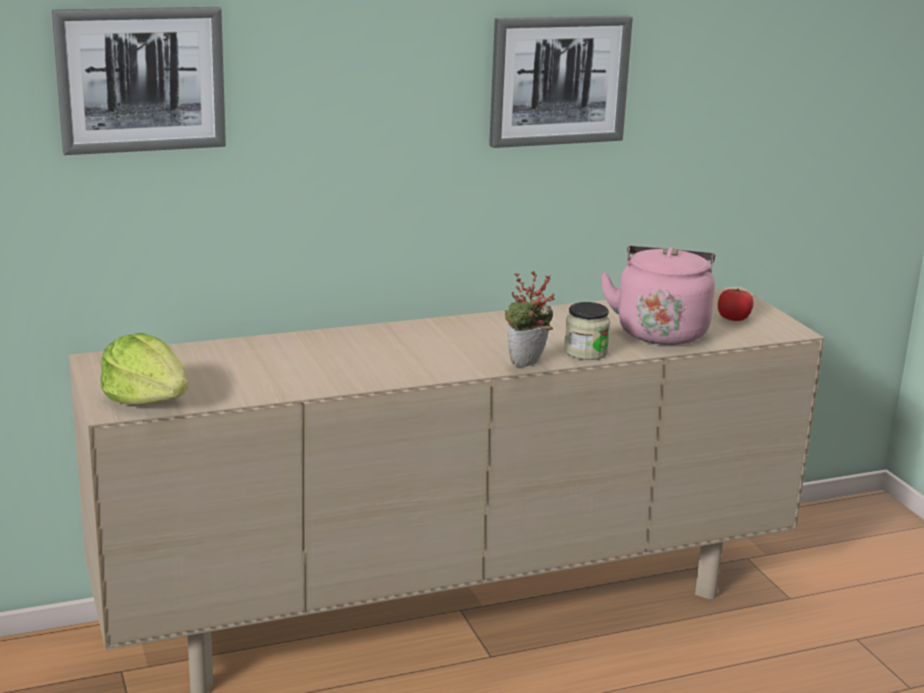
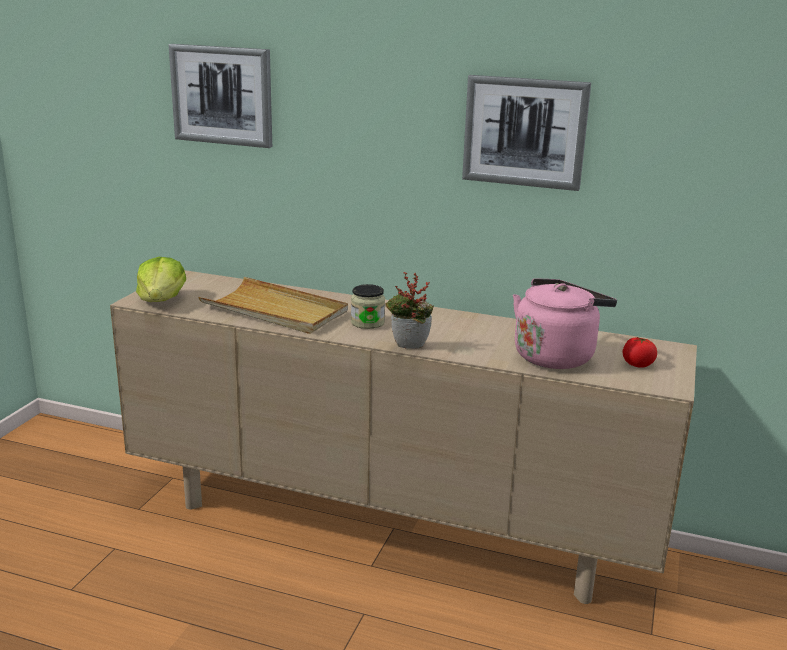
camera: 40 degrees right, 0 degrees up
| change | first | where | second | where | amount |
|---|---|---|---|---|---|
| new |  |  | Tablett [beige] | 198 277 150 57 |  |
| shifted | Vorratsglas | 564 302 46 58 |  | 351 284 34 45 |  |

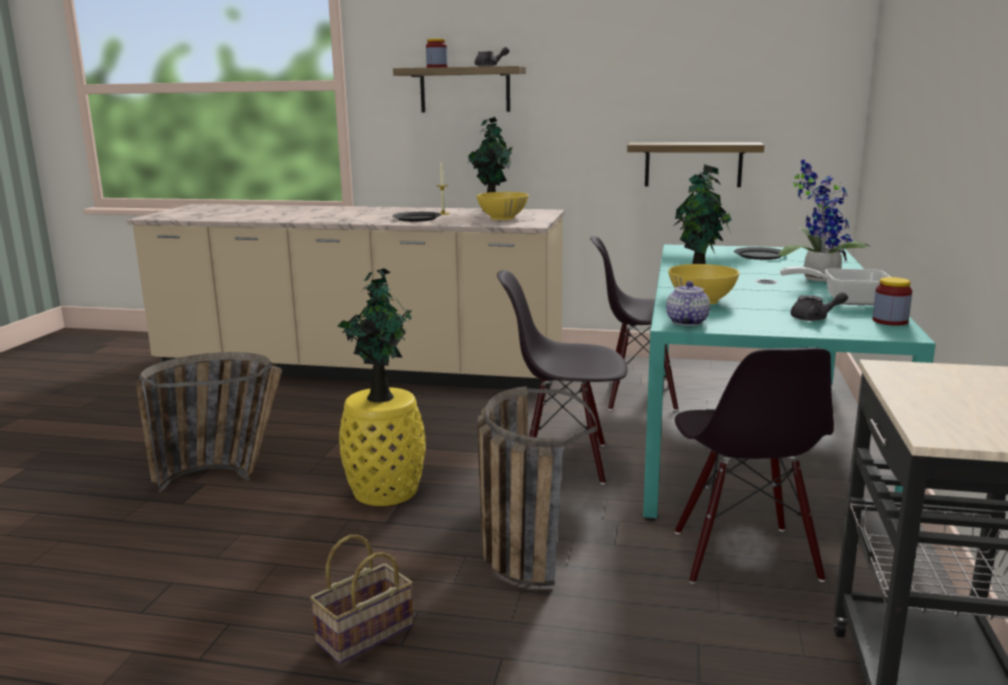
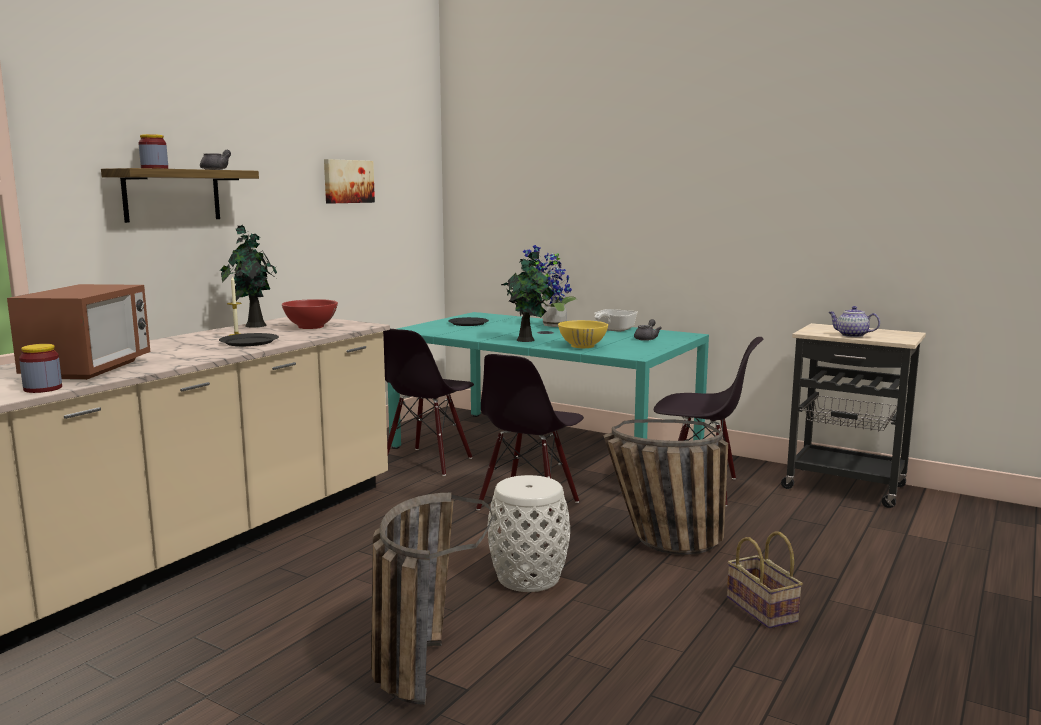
camera: 70 degrees left, 5 degrees down
| change | first | where | second | where | amount |
|---|---|---|---|---|---|
| gone | Topfpflanze | 337 268 75 135 |  |  |  |
| gone | Wandregal | 627 142 137 45 |  |  |  |
| new |  |  | Mikrowelle | 7 284 143 96 |  |
| new |  |  | Bild | 324 159 51 44 |  |
| shifted | Teekanne | 666 281 44 45 |  | 828 306 52 31 |  |
| shifted | Vorratsglas | 872 277 40 49 |  | 19 344 43 49 |  |
| repainted | Hocker [gelb] | 339 387 87 119 | Hocker [weiß] | 488 475 82 117 |  |
| repainted | Schüssel [gelb] | 477 192 51 28 | Schüssel [rot] | 282 299 56 30 |  |

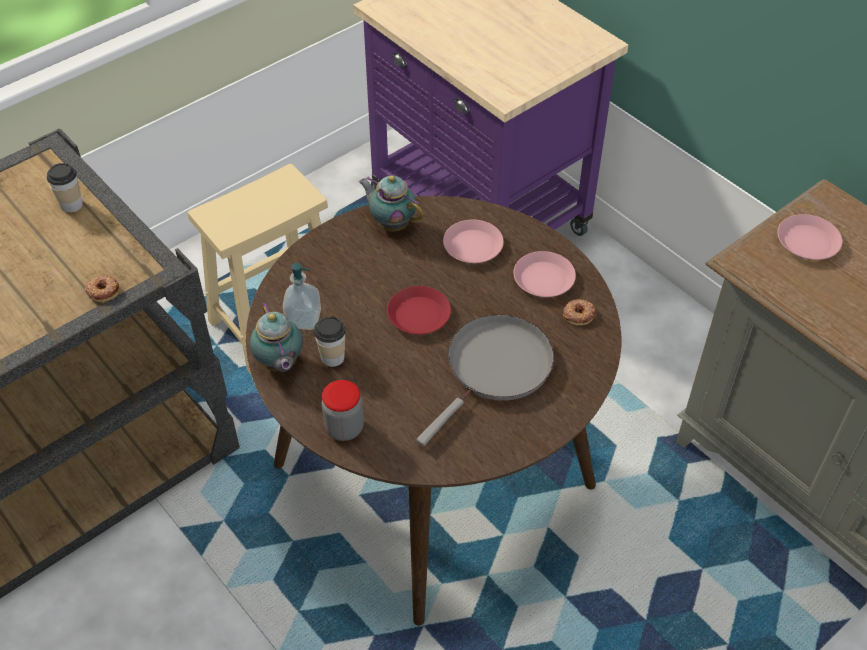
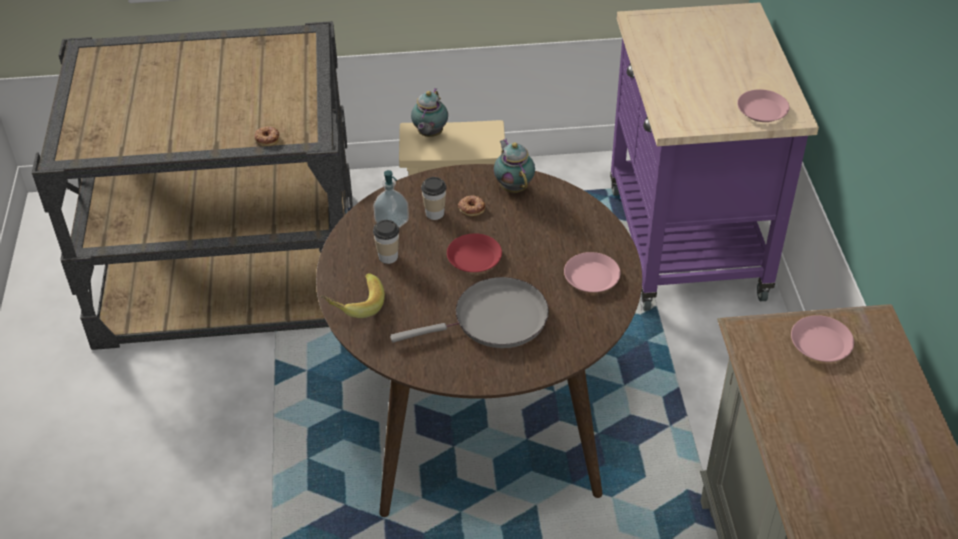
camera: 35 degrees right, 5 degrees down
| change | first | where | second | where | amount |
|---|---|---|---|---|---|
| shifted | Tasse | 47 163 36 50 |  | 421 177 25 43 |  |
| shifted | Teekanne | 250 302 53 70 |  | 411 88 37 49 |  |
| shifted | Teller [rosa] | 443 220 61 43 |  | 737 89 52 33 |  |
| shifted | Donut | 563 299 33 27 |  | 458 196 27 20 |  |
| swapped | Vorratsglas | 322 380 42 61 | Banane | 321 273 64 45 |  |

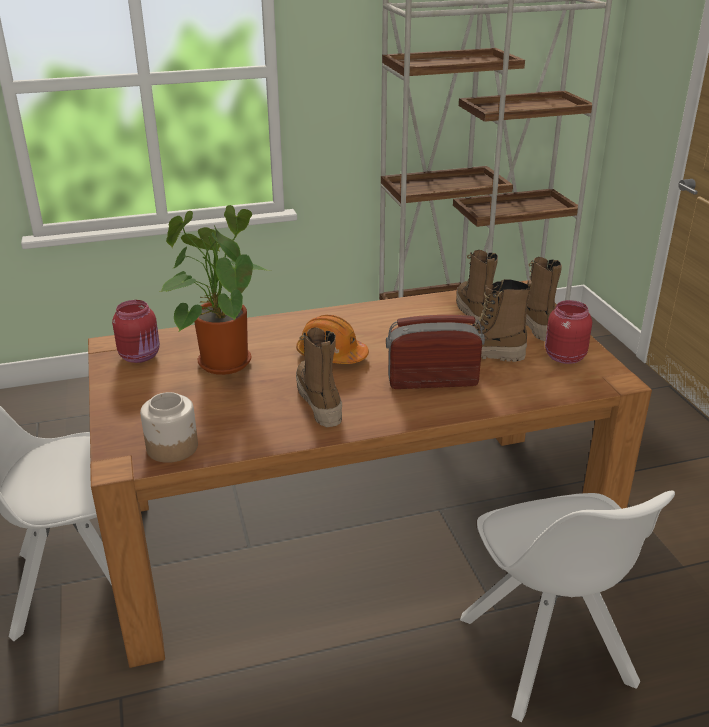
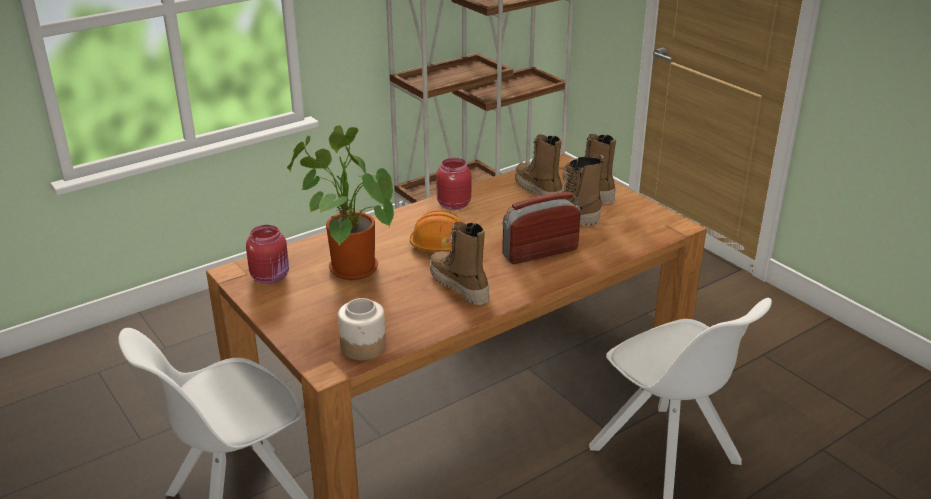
camera: 20 degrees left, 0 degrees up
| change | first | where | second | where | amount |
|---|---|---|---|---|---|
| shifted | Vorratsglas [rot] | 545 300 47 64 |  | 436 158 35 52 |  |

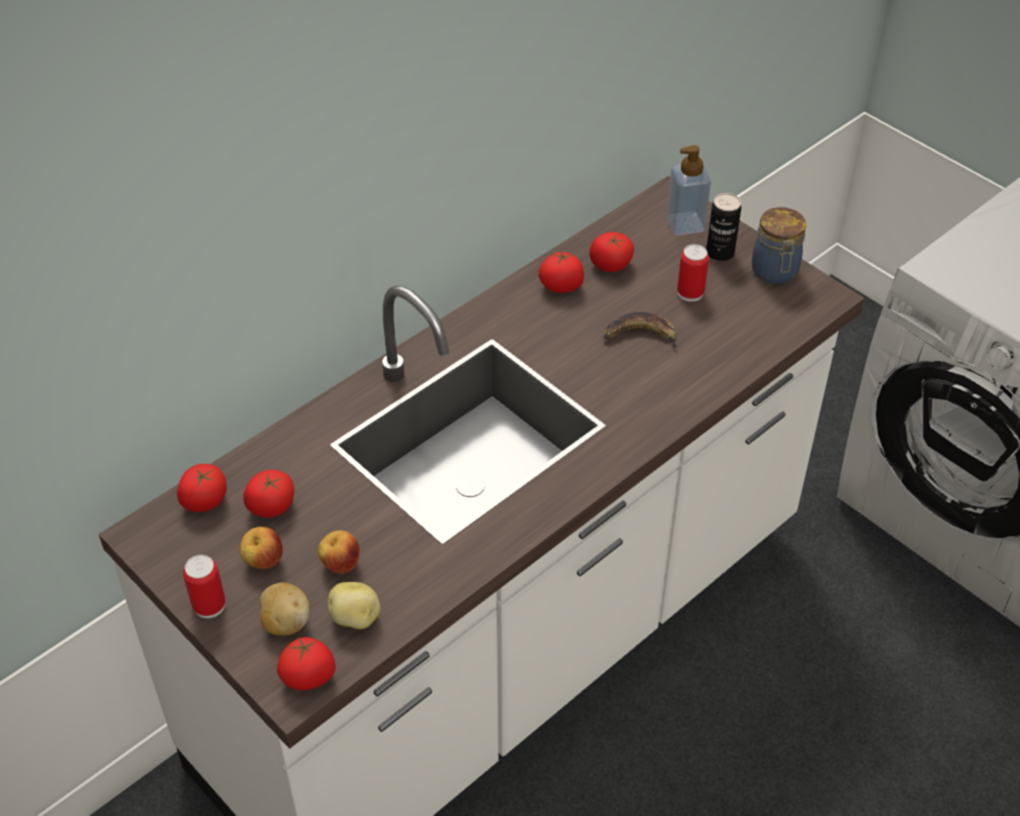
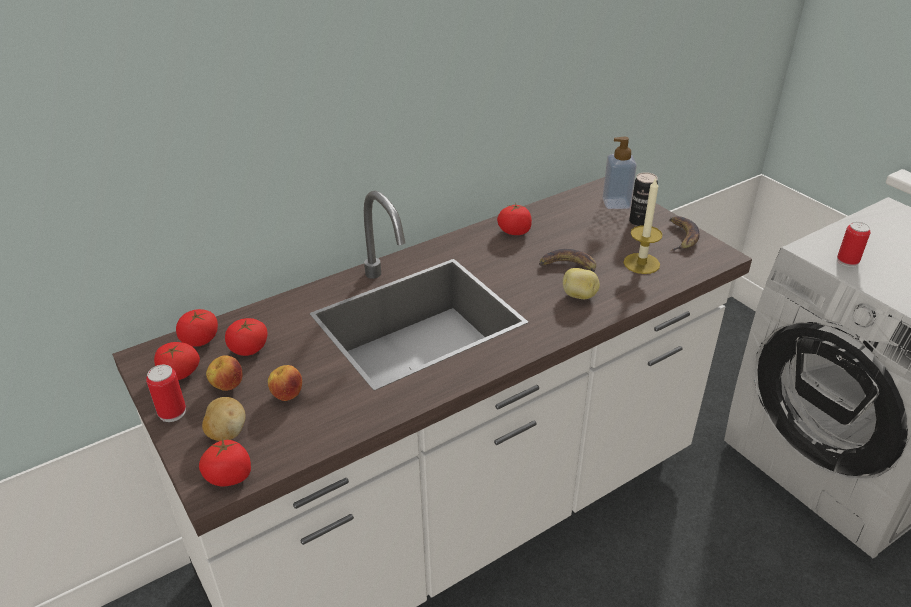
camera: 10 degrees right, 10 degrees down
| change | first | where | second | where | amount |
|---|---|---|---|---|---|
| new |  |  | Kerze | 624 178 39 96 |  |
| shifted | Kartoffel | 328 582 52 47 |  | 563 268 37 31 |  |
| shifted | Tomate | 589 232 45 40 |  | 154 342 46 38 |  |
| shifted | Dose | 677 244 32 58 |  | 837 222 33 45 |  |
| swapped | Vorratsglas | 752 207 54 77 | Banane | 670 216 30 35 |  |

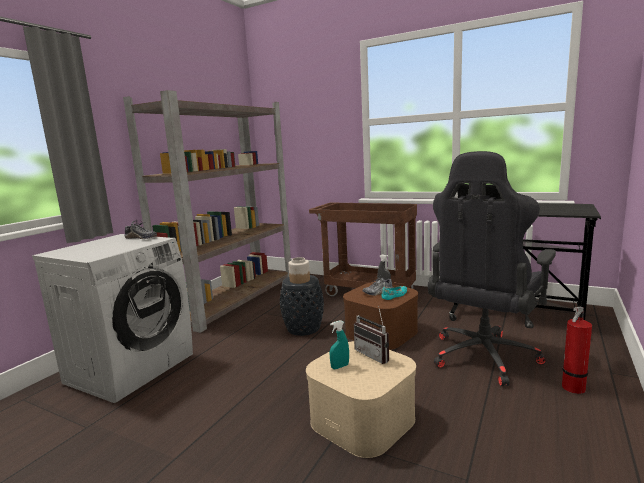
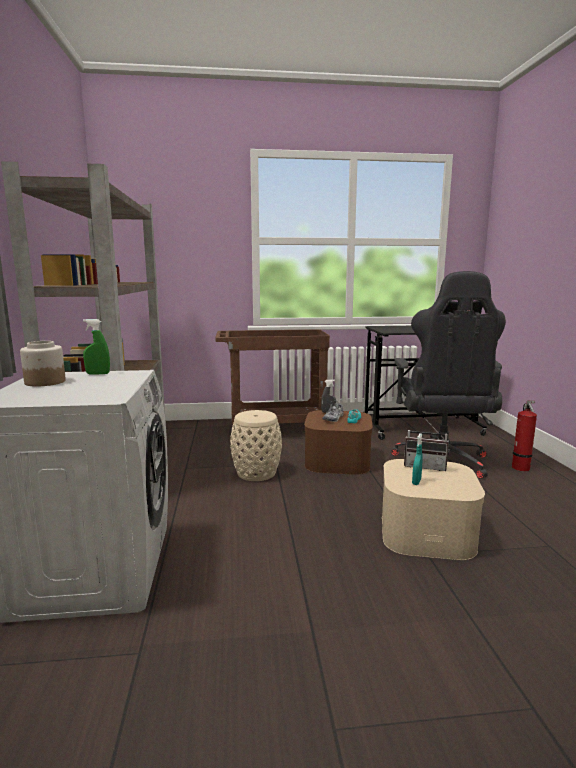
camera: 35 degrees left, 0 degrees up
| change | first | where | second | where | amount |
|---|---|---|---|---|---|
| shifted | Vorratsglas | 288 257 22 27 |  | 20 341 46 46 |  |
| swapped | Schuh | 125 220 32 19 | Sprühflasche [grün] | 83 319 27 56 |  |
| repainted | Hocker [schwarz] | 280 275 44 61 | Hocker [beige] | 230 410 52 71 |  |

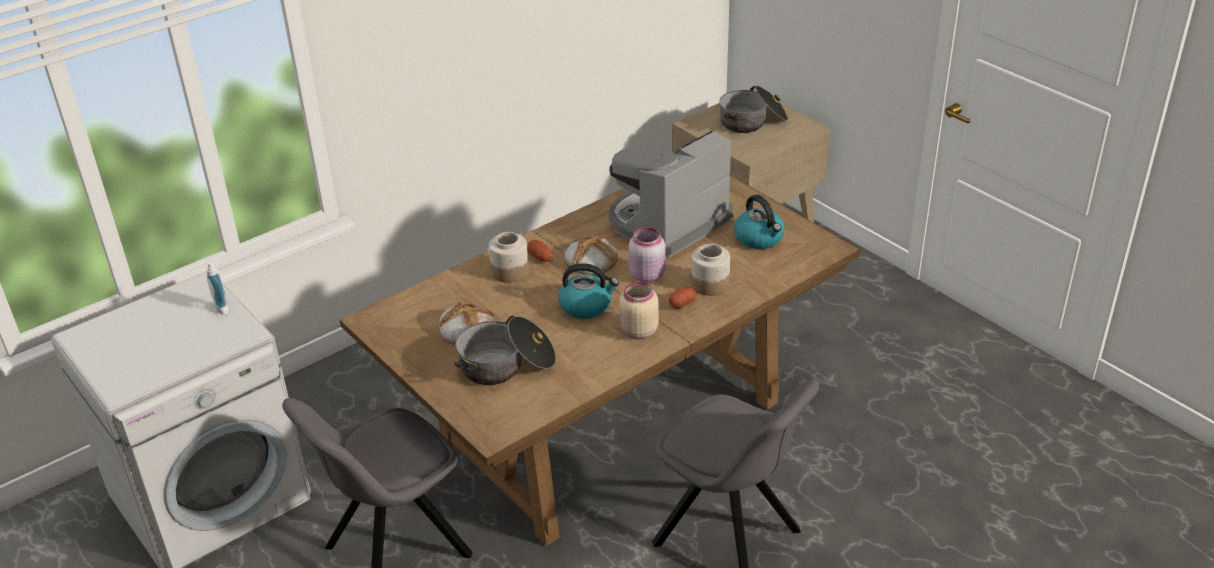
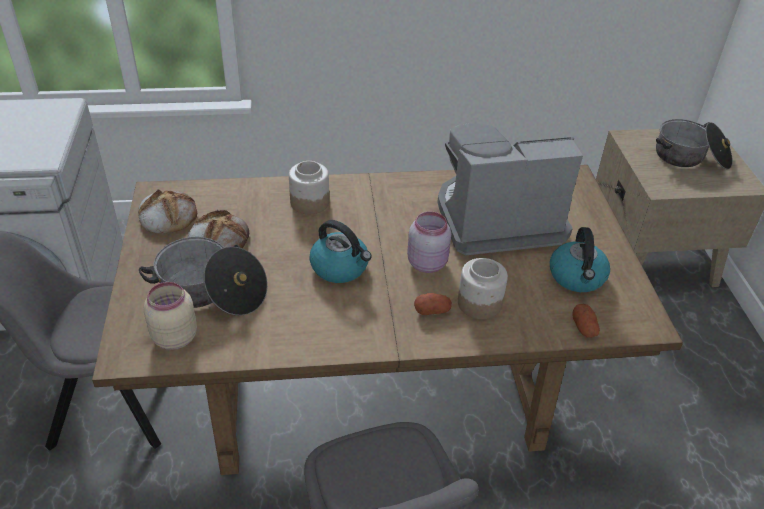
camera: 30 degrees right, 5 degrees up
| change | first | where | second | where | amount |
|---|---|---|---|---|---|
| gone | Seifenspender | 206 259 23 56 |  |  |  |
| shifted | Kartoffel | 527 240 26 22 |  | 573 304 27 34 |  |
| shifted | Brot | 563 236 55 39 |  | 138 189 59 45 |  |
| shifted | Vorratsglas [beige] | 619 282 40 57 |  | 144 282 53 68 |  |

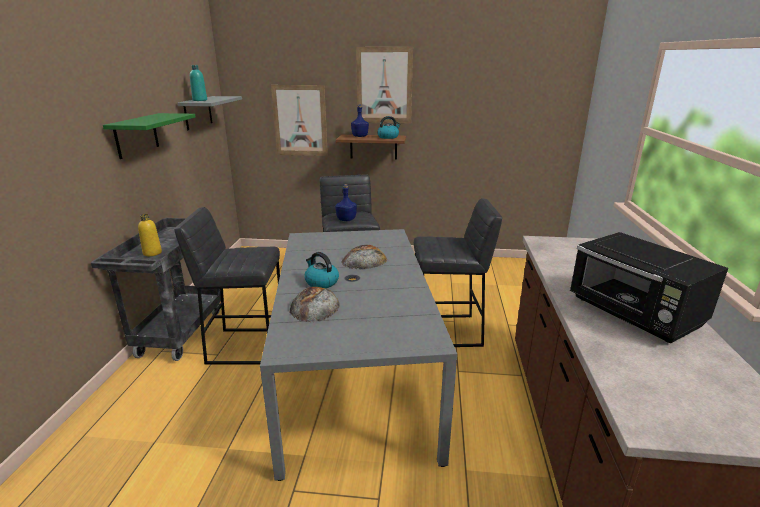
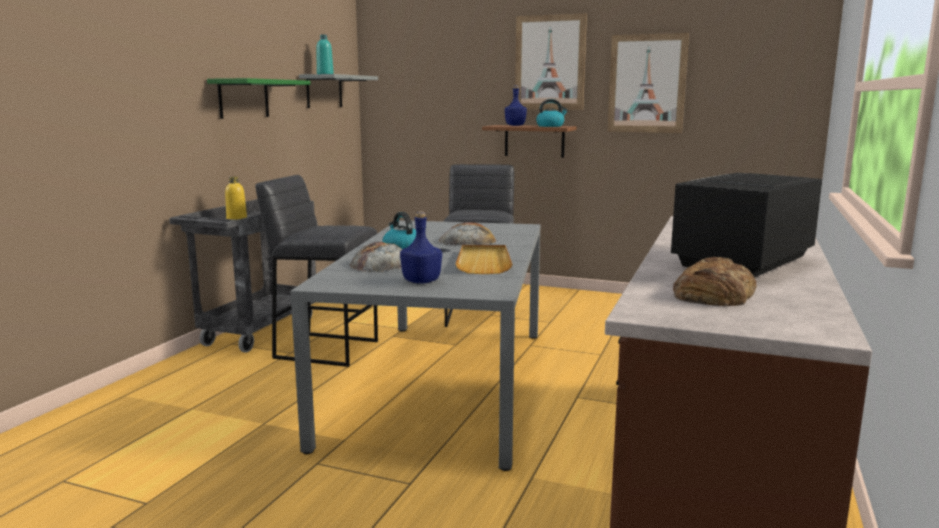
camera: 15 degrees right, 10 degrees down
| change | first | where | second | where | amount |
|---|---|---|---|---|---|
| gone | Hocker [grau] | 414 198 88 149 |  |  |  |
| new |  |  | Tablett [beige] | 455 245 58 29 |  |
| new |  |  | Brot | 673 257 84 49 |  |
| shifted | Bild | 271 85 57 71 |  | 608 33 81 100 |  |
| shifted | Flasche [blau] | 335 184 22 37 |  | 400 211 42 73 |  |
| rotated | Mikrowelle [schwarz] | 570 232 158 111 |  | 671 173 151 104 | 60 degrees clockwise |

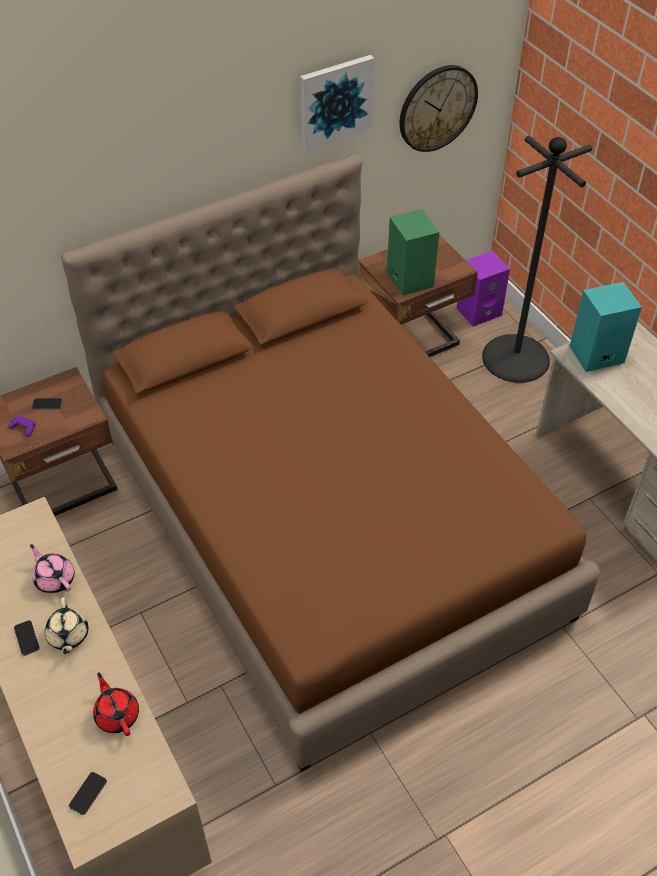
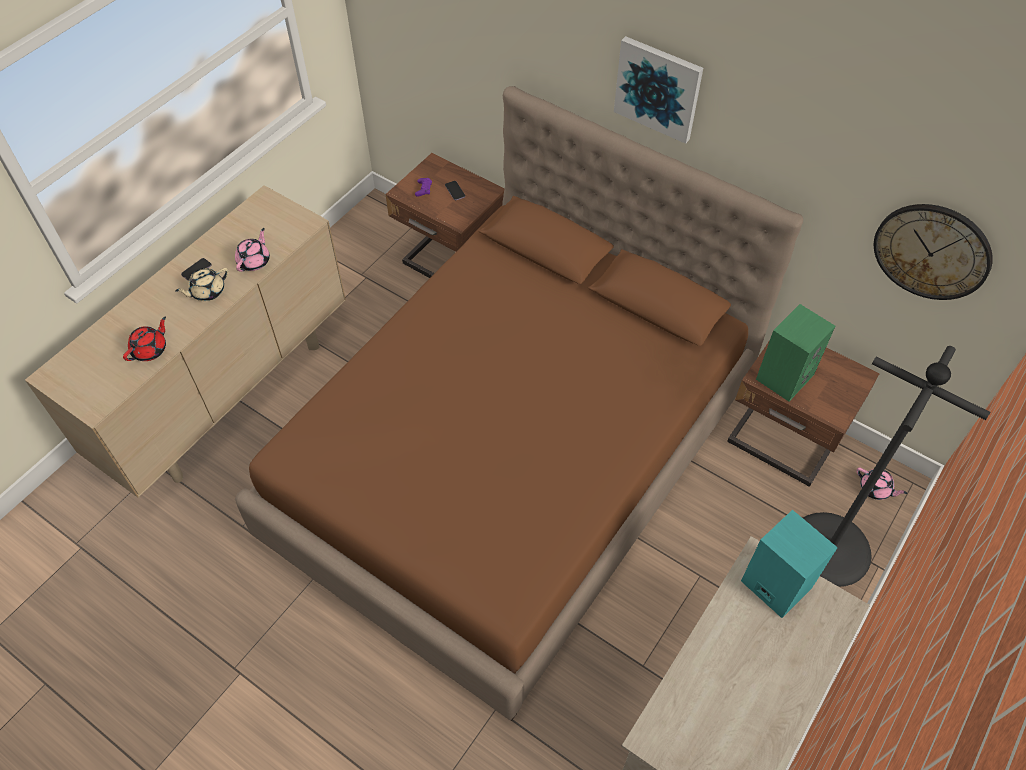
camera: 65 degrees right, 5 degrees up
| change | first | where | second | where | amount |
|---|---|---|---|---|---|
| gone | Handy | 69 772 38 43 |  |  |  |
| shifted | Bild | 300 55 74 96 |  | 614 36 89 108 |  |
| swapped | Lautsprecher [lila] | 457 251 53 76 | Teekanne [rosa] | 856 467 51 33 |  |

